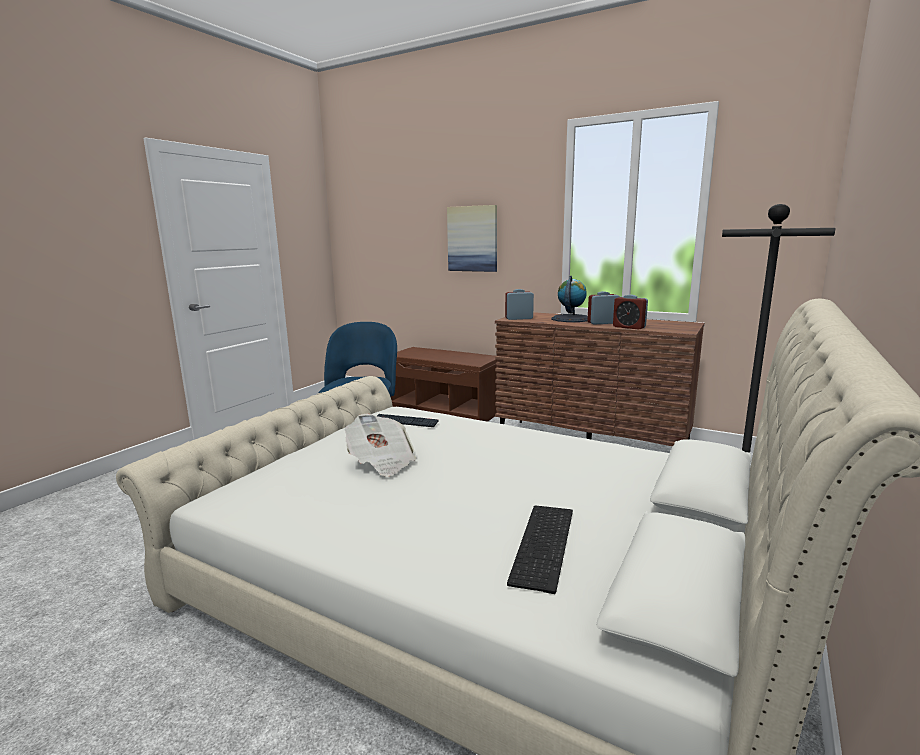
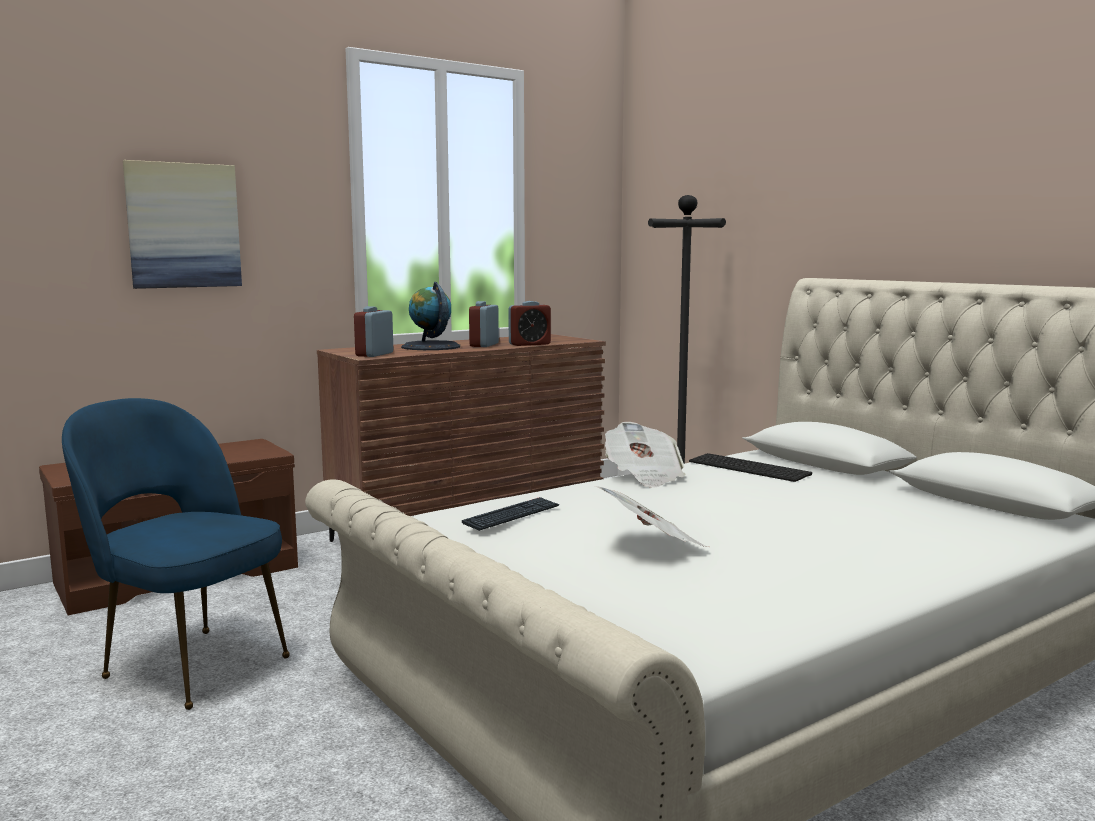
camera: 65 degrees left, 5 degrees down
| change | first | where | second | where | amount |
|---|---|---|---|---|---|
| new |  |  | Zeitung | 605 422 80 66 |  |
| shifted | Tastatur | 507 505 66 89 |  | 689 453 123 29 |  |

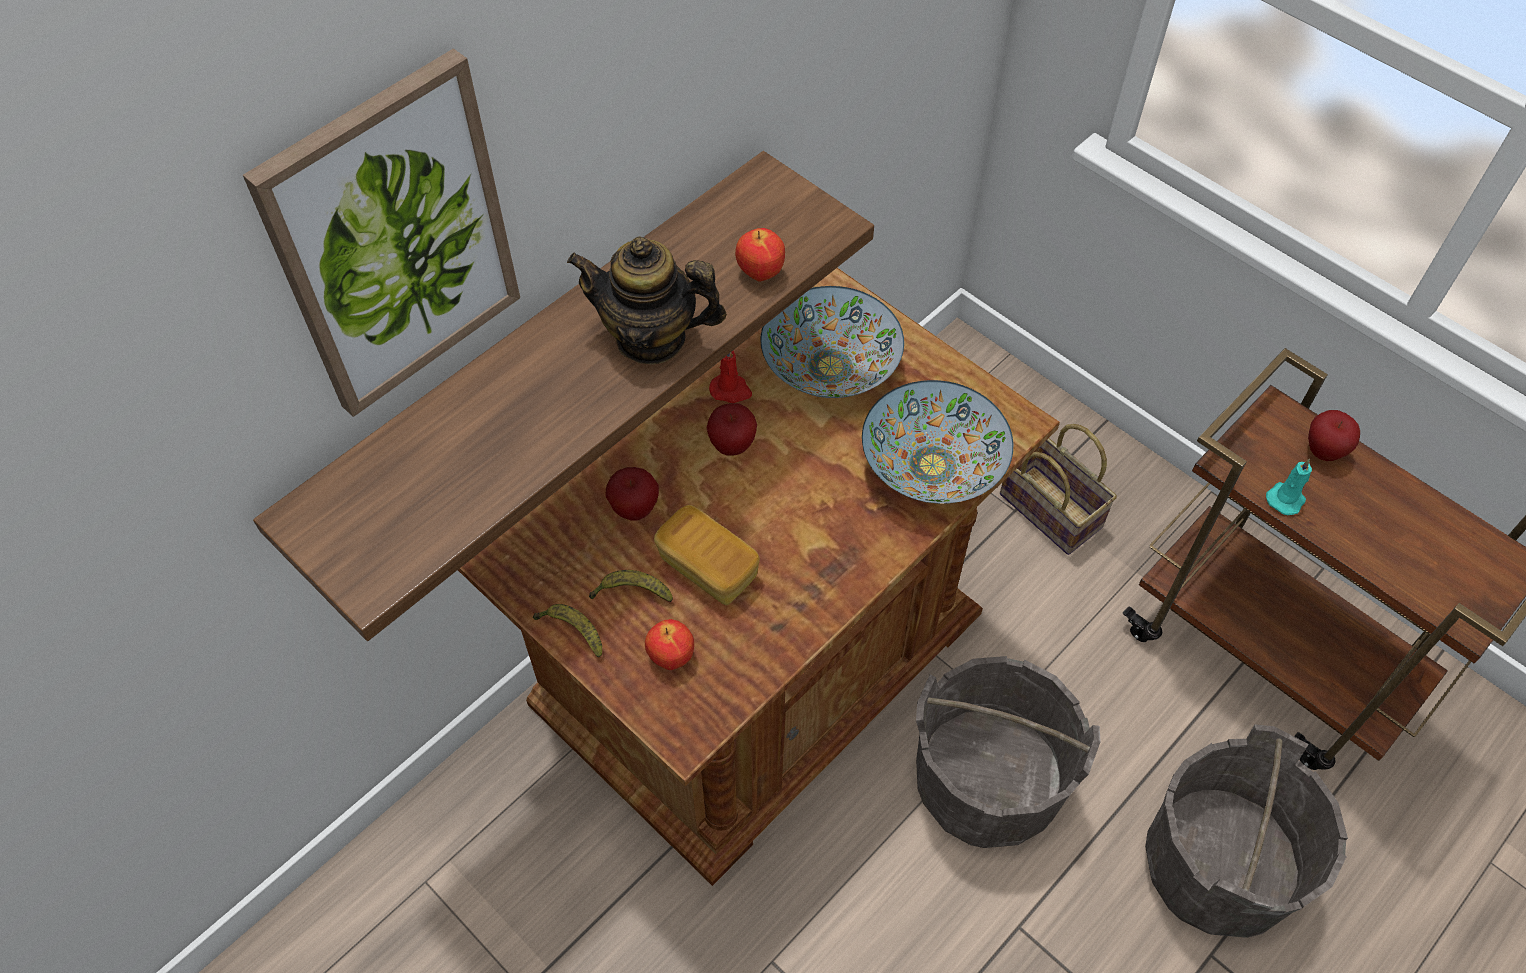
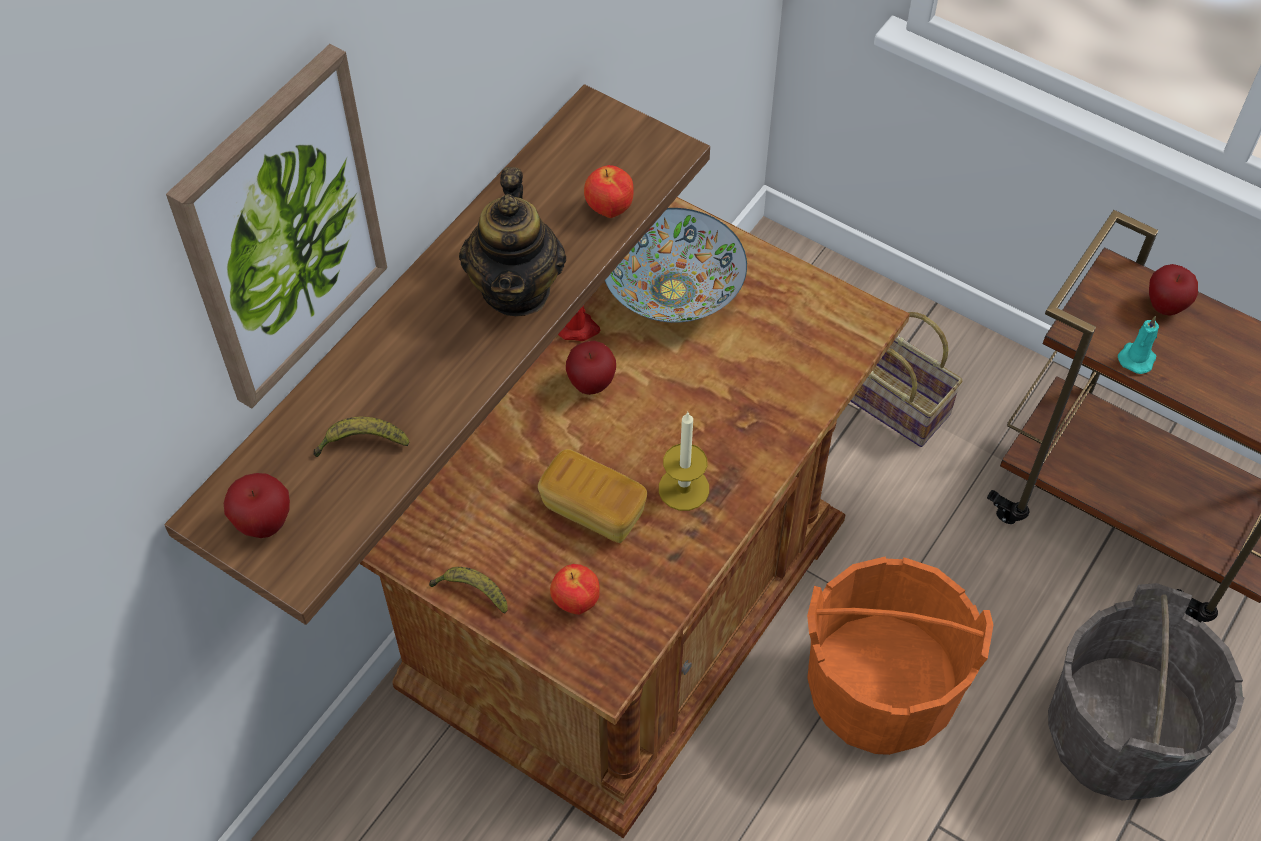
camera: 10 degrees left, 0 degrees up
| change | first | where | second | where | amount |
|---|---|---|---|---|---|
| gone | Schüssel | 862 380 151 124 |  |  |  |
| new |  |  | Kerze | 659 411 50 100 |  |
| shifted | Banane | 589 570 84 32 |  | 313 417 96 40 |  |
| shifted | Apfel | 606 467 53 54 |  | 224 473 66 65 |  |
| repainted | Eimer [grau] | 916 656 185 192 | Eimer [orange] | 807 556 186 199 |  |
| rotated | Teekanne | 567 236 160 129 |  | 459 167 107 149 | 90 degrees counterclockwise |

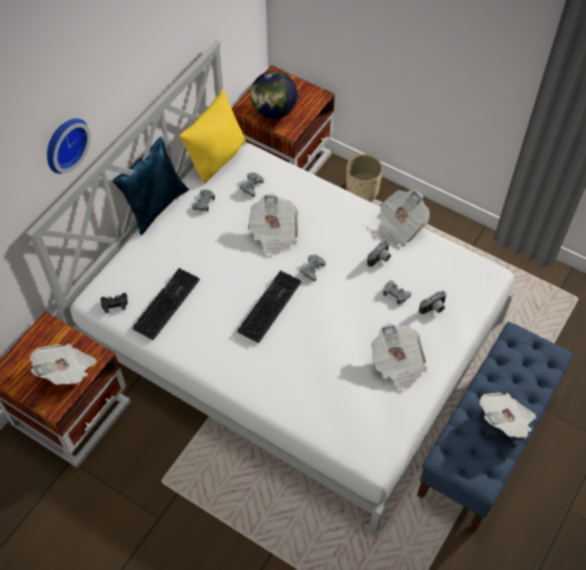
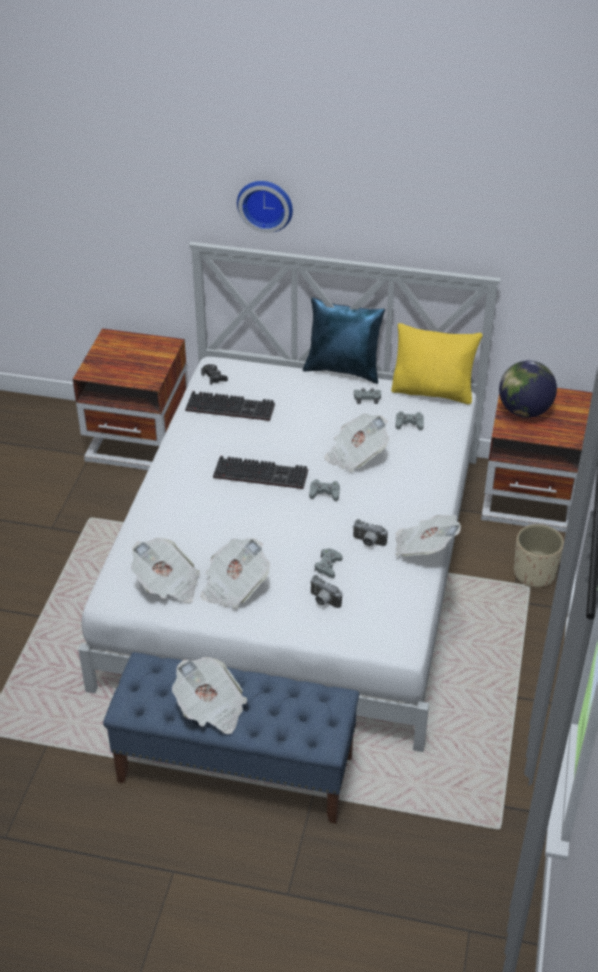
camera: 70 degrees right, 15 degrees down
| change | first | where | second | where | amount |
|---|---|---|---|---|---|
| shifted | Zeitung | 30 343 66 42 |  | 131 538 69 65 |  |

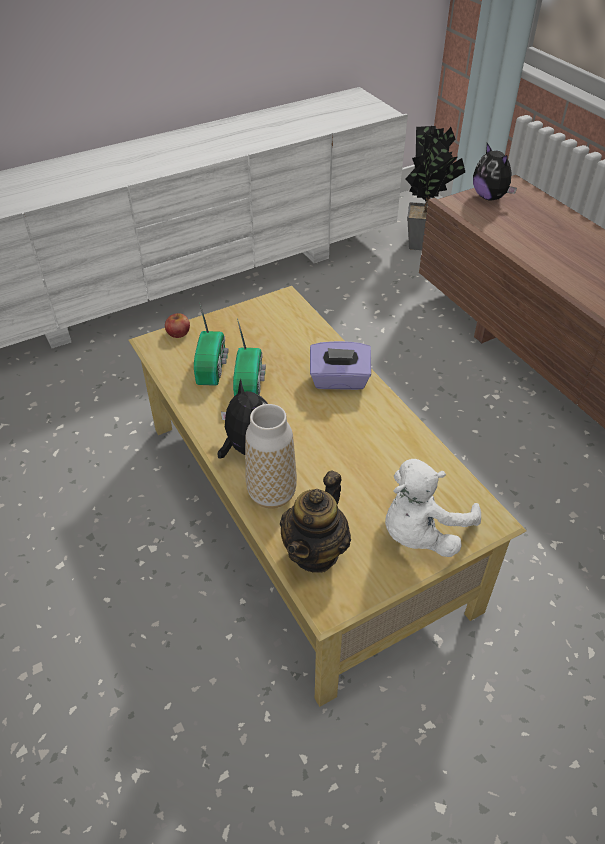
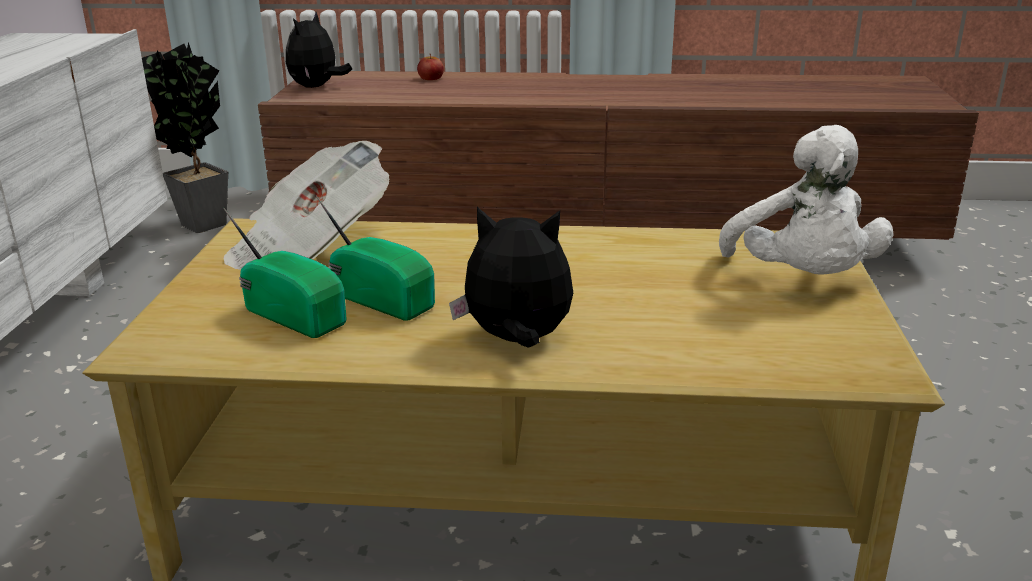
camera: 55 degrees left, 20 degrees down
| change | first | where | second | where | amount |
|---|---|---|---|---|---|
| gone | Vase | 245 404 52 105 |  |  |  |
| gone | Teekanne | 280 471 71 102 |  |  |  |
| gone | Taschentuchbox [lila] | 310 341 61 49 |  |  |  |
| new |  |  | Zeitung | 223 141 167 128 |  |
| shifted | Apfel | 165 313 25 25 |  | 417 54 27 26 |  |
| rotated | Plüschtier | 473 143 44 58 |  | 286 12 66 76 | 105 degrees clockwise |

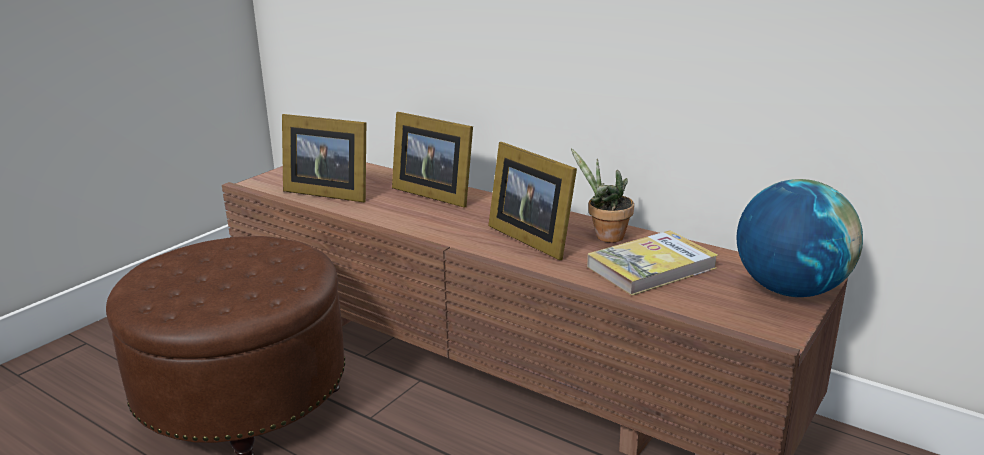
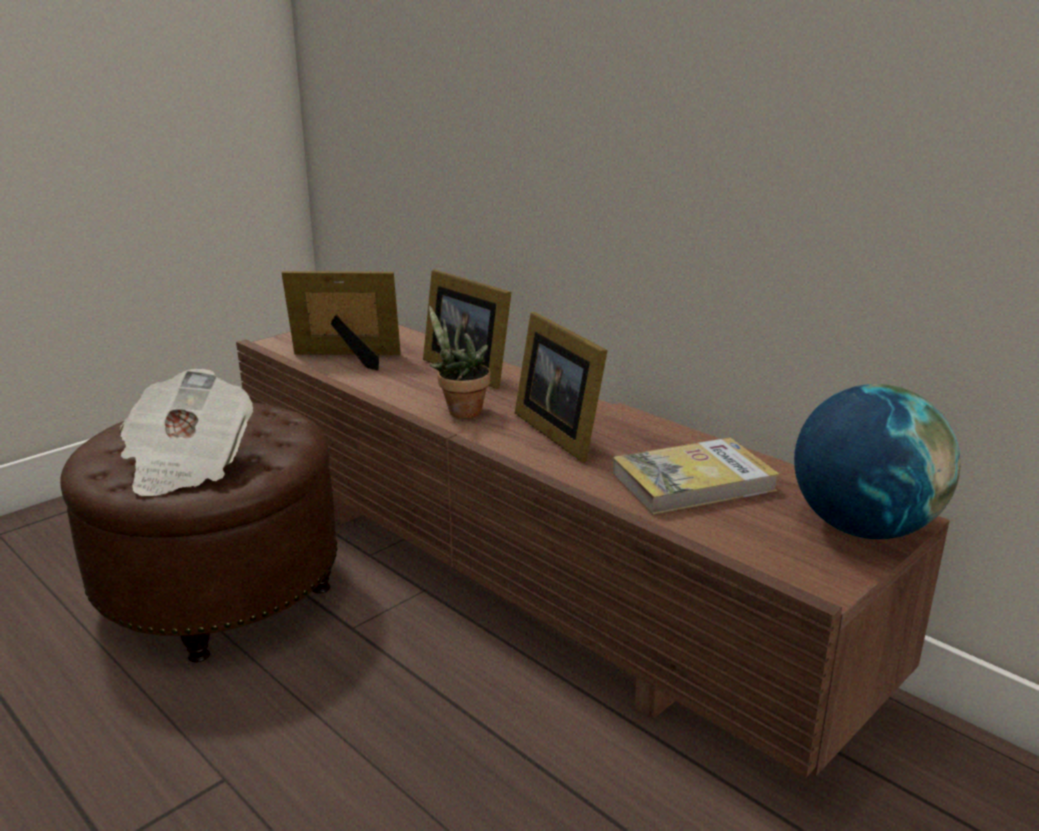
camera: 10 degrees right, 0 degrees up
| change | first | where | second | where | amount |
|---|---|---|---|---|---|
| new |  |  | Zeitung | 119 369 134 127 |  |
| shifted | Topfpflanze | 571 148 63 95 |  | 429 306 62 112 |  |
| rotated | Bilderrahmen | 282 114 84 88 |  | 282 271 119 99 | 150 degrees clockwise |

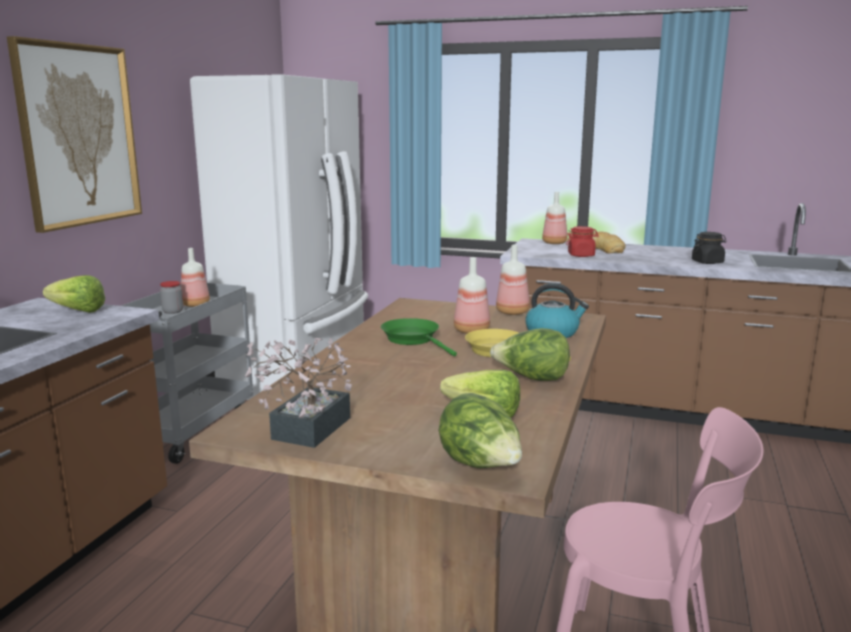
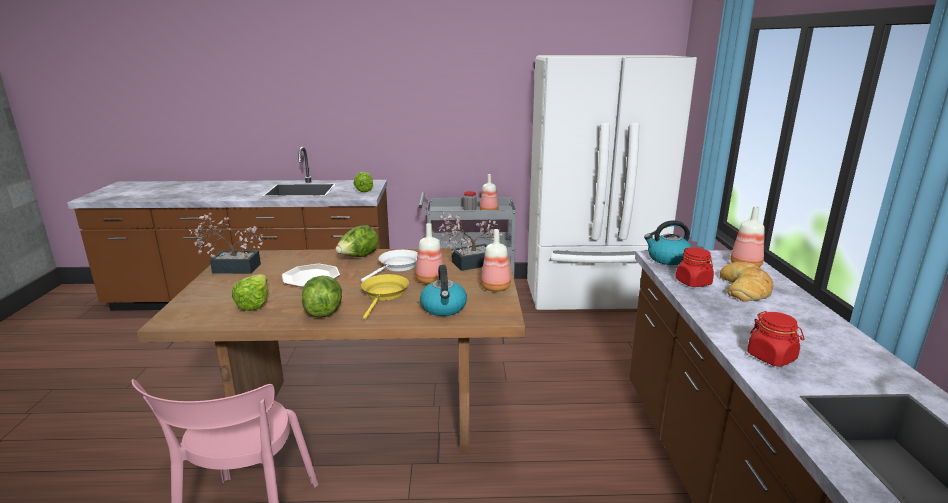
camera: 70 degrees right, 5 degrees up
| change | first | where | second | where | amount |
|---|---|---|---|---|---|
| gone | Bild | 7 36 135 197 |  |  |  |
| new |  |  | Teller | 282 264 58 23 |  |
| new |  |  | Topfpflanze | 438 213 64 58 |  |
| new |  |  | Wasserkessel | 644 220 48 45 |  |
| shifted | Salatkopf | 439 393 83 75 |  | 335 226 44 31 |  |
| repainted | Pfanne [grün] | 381 318 76 39 | Pfanne [weiß] | 361 250 57 32 |  |
| repainted | Vorratsglas [schwarz] | 692 232 35 32 | Vorratsglas [rot] | 747 311 58 56 |  |

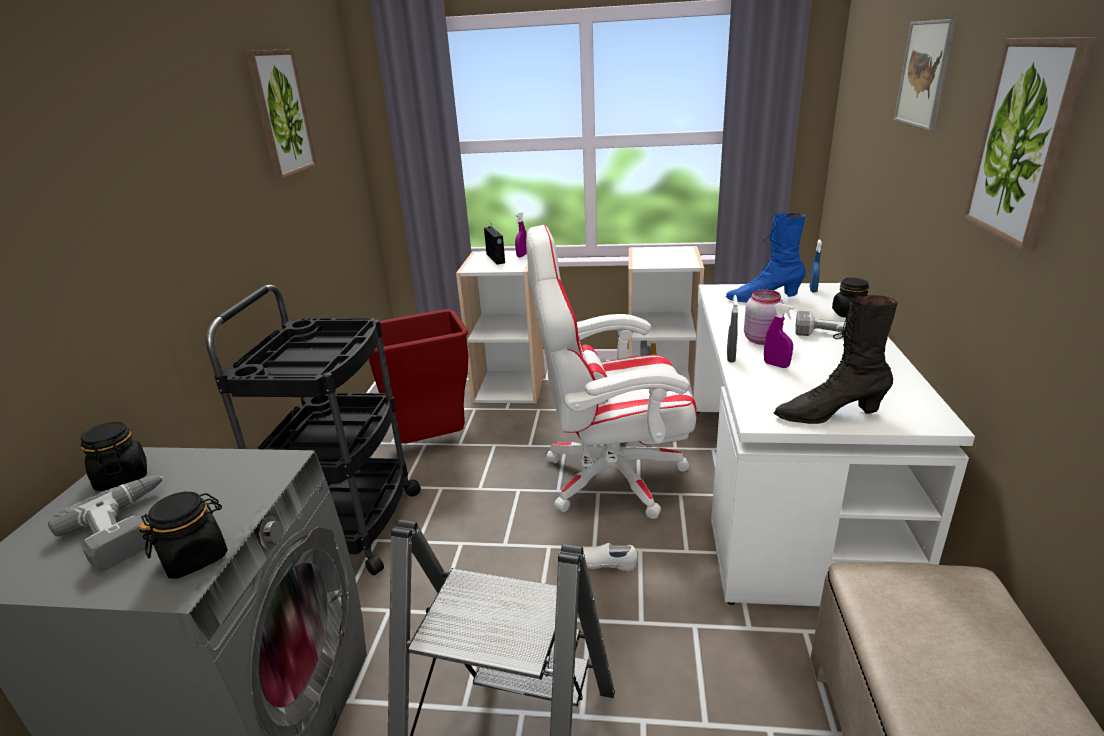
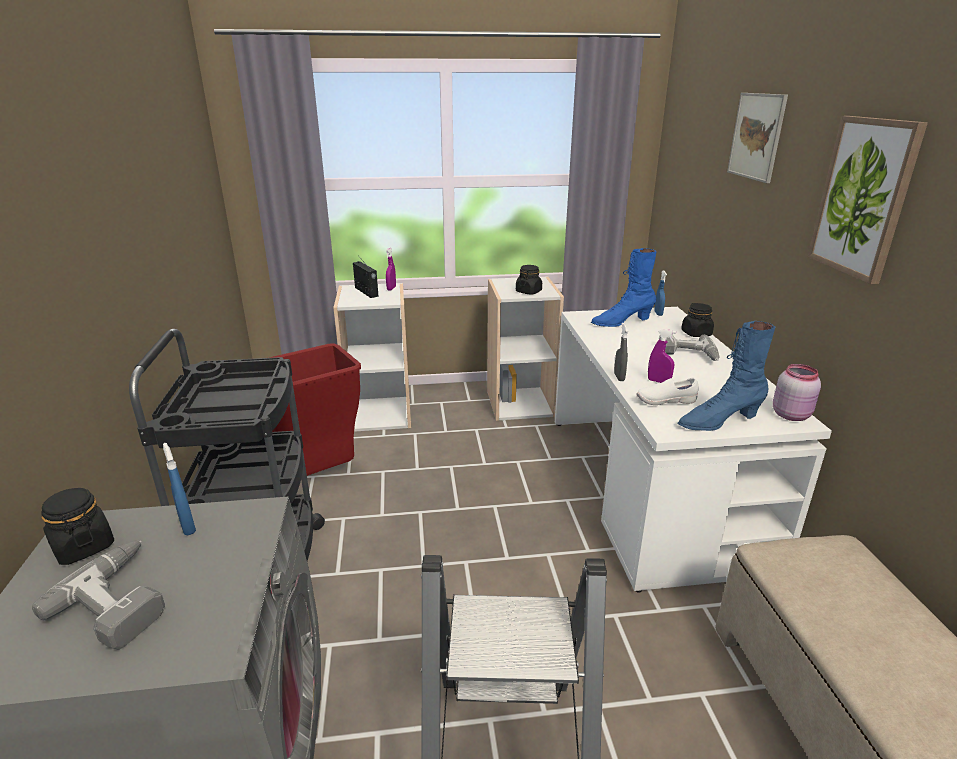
camera: 15 degrees left, 0 degrees up
| change | first | where | second | where | amount |
|---|---|---|---|---|---|
| gone | Bild | 245 49 72 131 |  |  |  |
| gone | Bürostuhl [weiß] | 526 224 171 295 |  |  |  |
| new |  |  | Sprühflasche [blau] | 163 443 33 92 |  |
| shifted | Vorratsglas [schwarz] | 139 492 89 87 |  | 516 265 26 29 |  |
| shifted | Schuh [weiß] | 583 543 55 28 |  | 637 378 62 27 |  |
| shifted | Vorratsglas [rosa] | 744 290 40 55 |  | 773 364 48 57 |  |
| repainted | Stiefel [schwarz] | 774 295 123 129 | Stiefel [blau] | 677 321 98 110 |  |

